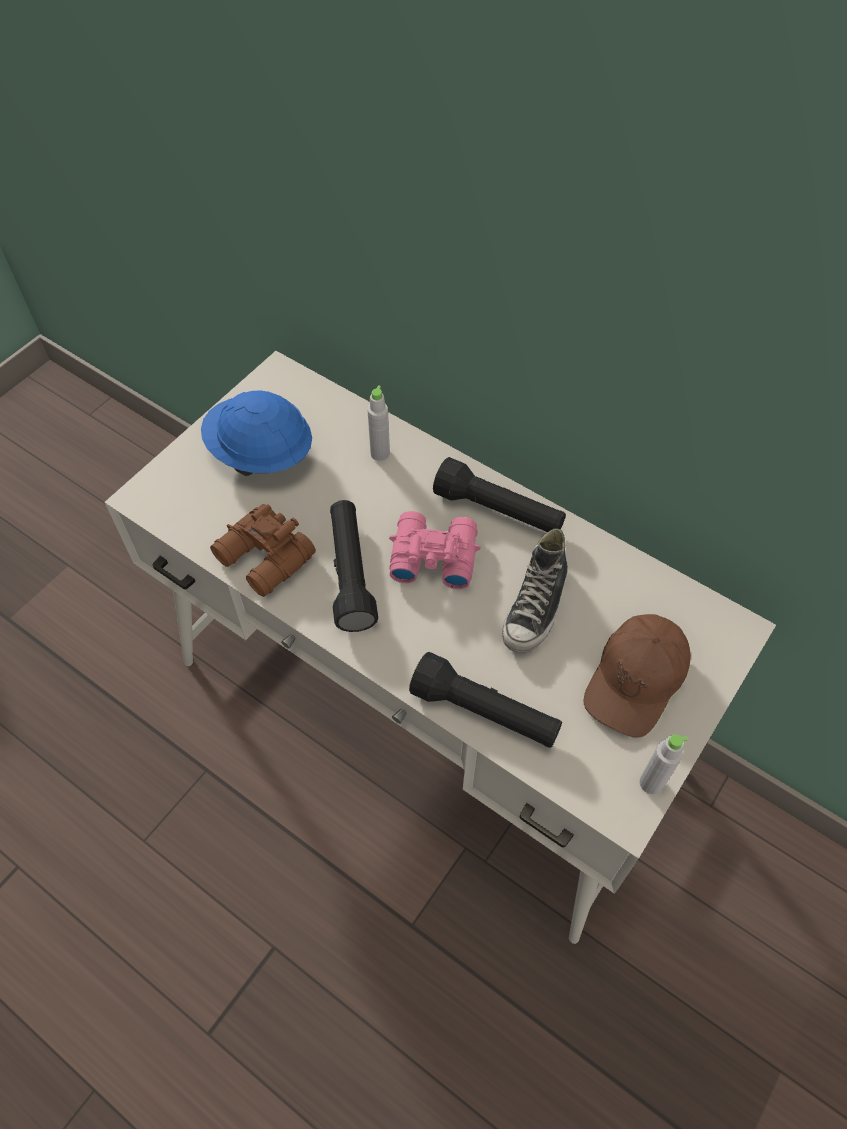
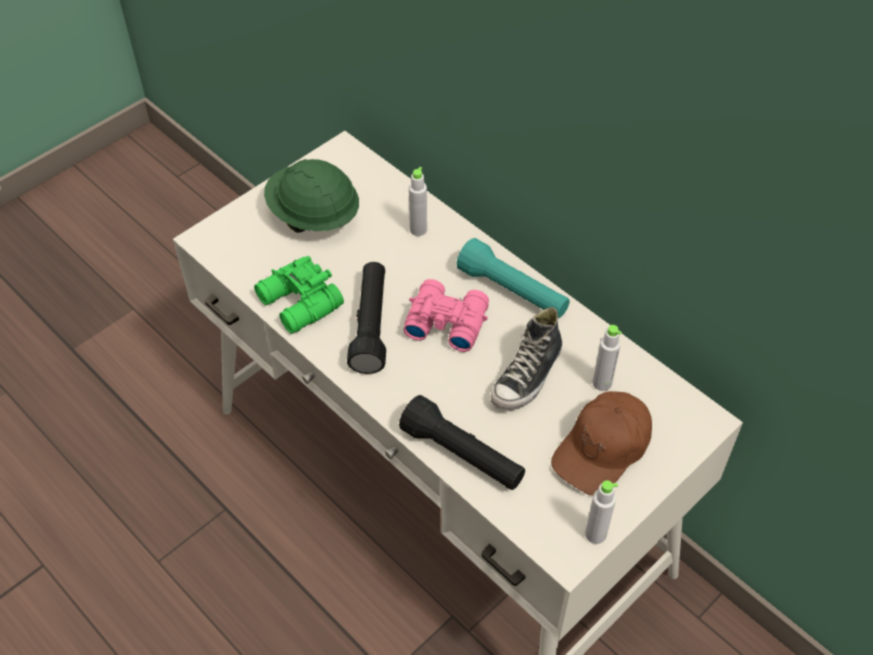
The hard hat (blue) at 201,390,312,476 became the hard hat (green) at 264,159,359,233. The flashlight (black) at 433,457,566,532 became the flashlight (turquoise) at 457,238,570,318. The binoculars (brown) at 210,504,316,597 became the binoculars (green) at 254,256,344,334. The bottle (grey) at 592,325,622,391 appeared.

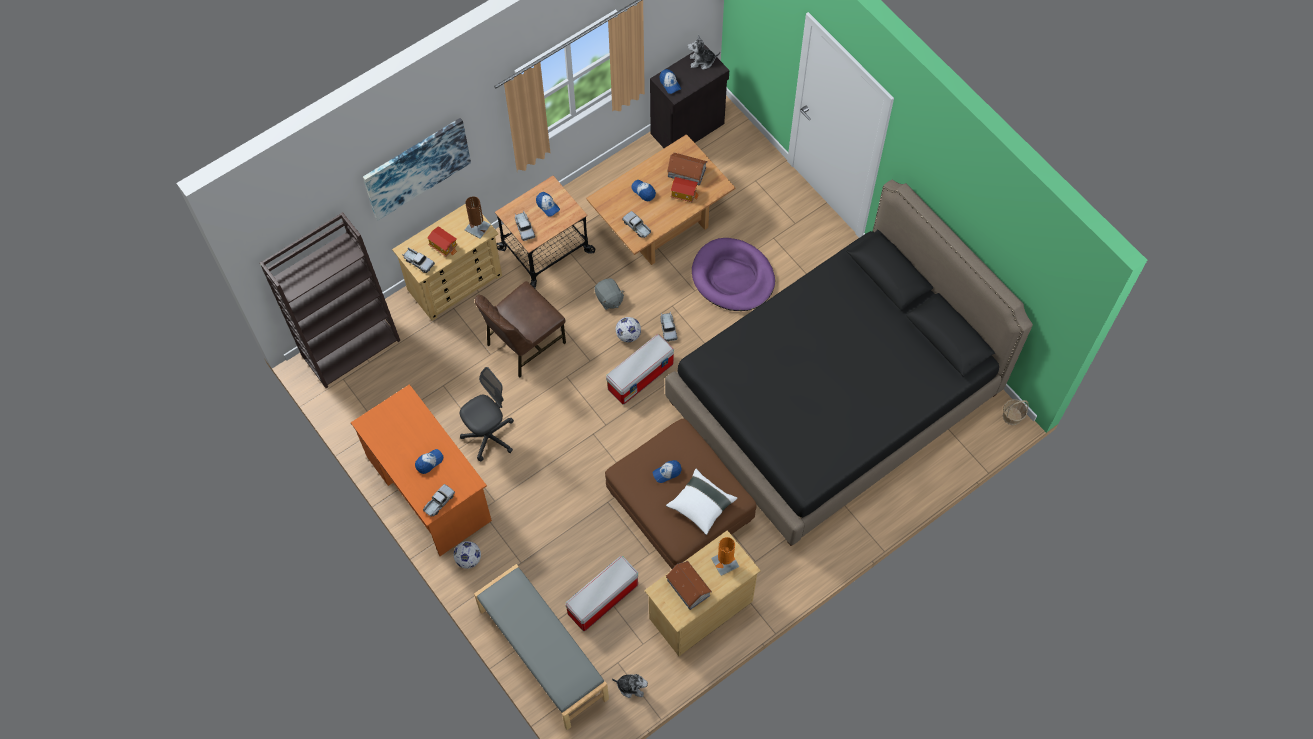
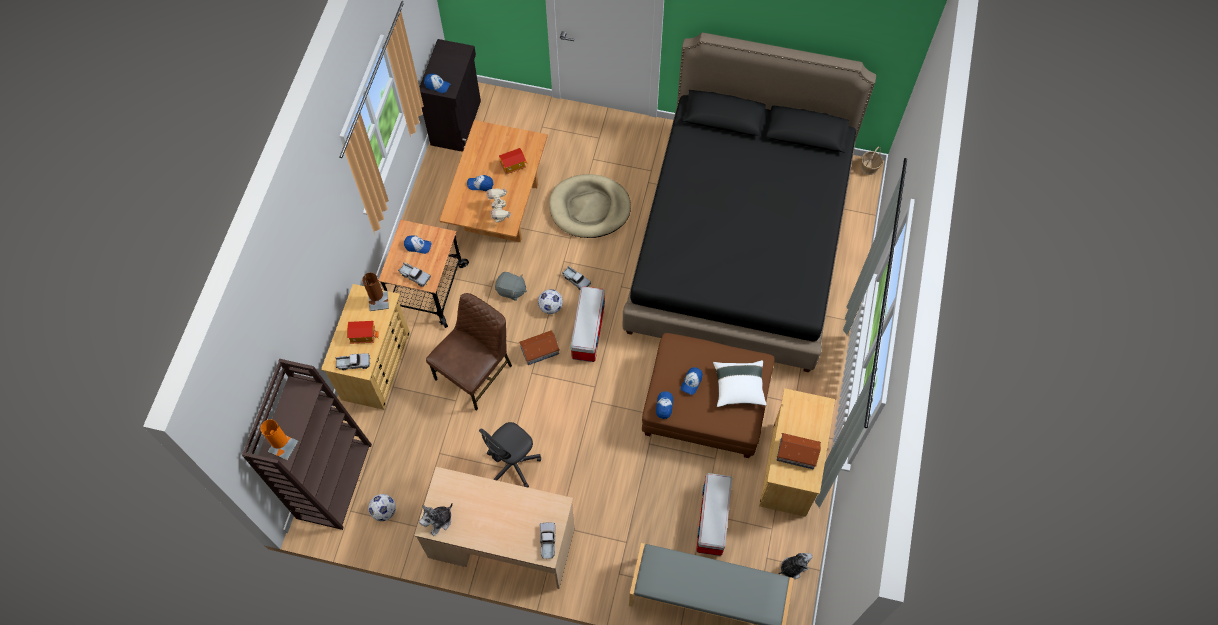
The plush toy moved from 688,34,720,70 to 419,503,453,536. The picture at 363,118,471,220 disappeared. The toy house moved from 667,153,708,186 to 519,330,560,365. The toy truck at 622,211,651,238 was replaced by the toy robot at 487,188,511,222. The dog bed (purple) at 692,238,775,311 became the dog bed (beige) at 549,174,631,238. The chair (brown) at 475,281,566,378 turned 150 degrees counterclockwise. The office chair (grey) at 460,367,514,462 turned 150 degrees counterclockwise. The desk (orange) at 351,384,492,556 became the desk (beige) at 414,467,574,589. The cap moved from 415,449,443,474 to 656,391,673,419. The table lamp (orange) moved from 711,537,739,576 to 260,419,298,460. The football moved from 454,541,481,569 to 369,494,396,521.

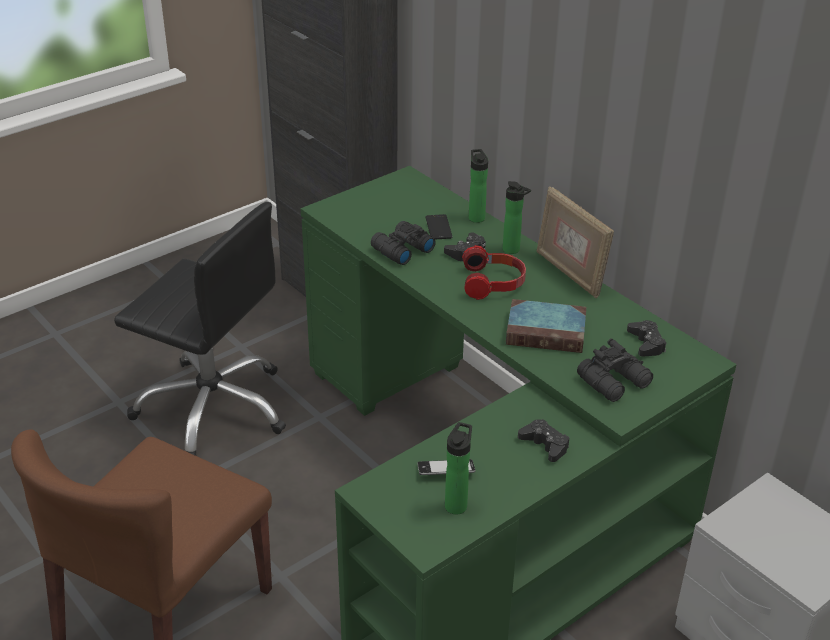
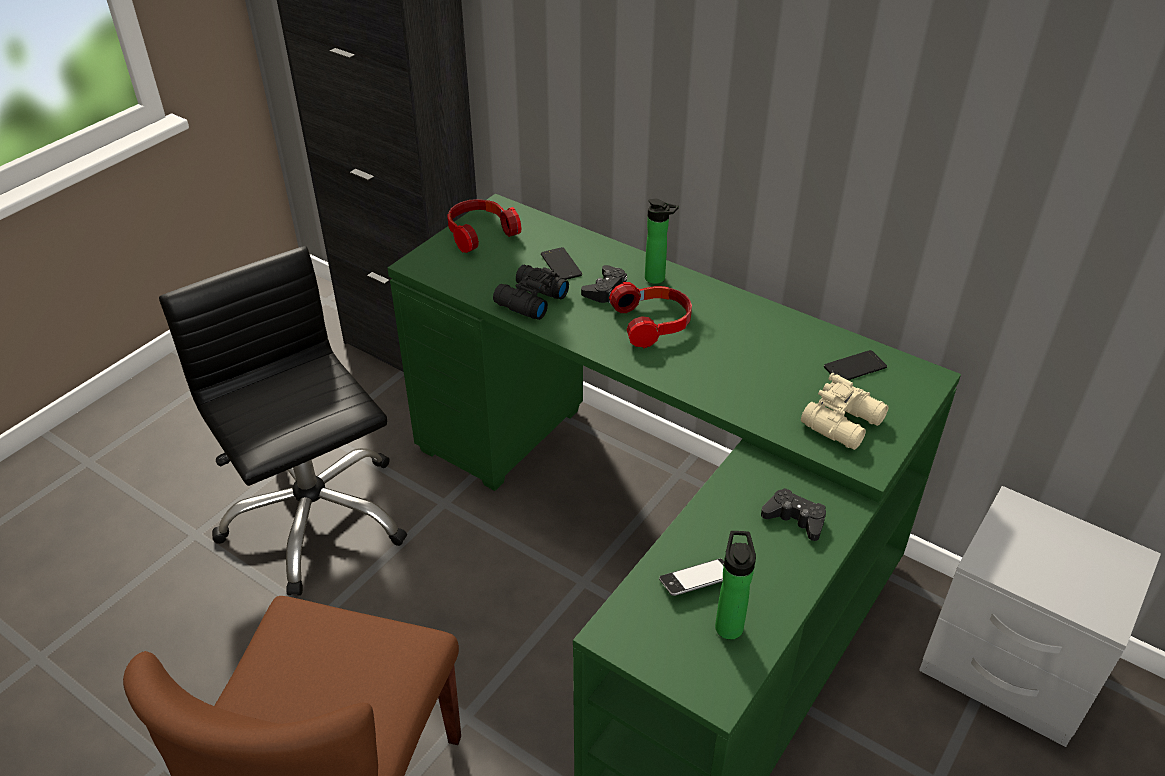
The bottle at 469,149,488,223 disappeared. The picture frame at 537,186,614,298 disappeared. The office chair (black) at 114,202,286,456 turned 135 degrees counterclockwise. The book at 506,299,586,353 disappeared. The game controller (black) at 627,320,666,357 was replaced by the phone at 824,350,887,380. The binoculars (black) at 577,338,653,402 became the binoculars (beige) at 801,373,889,450. The headphones at 447,199,522,253 appeared.

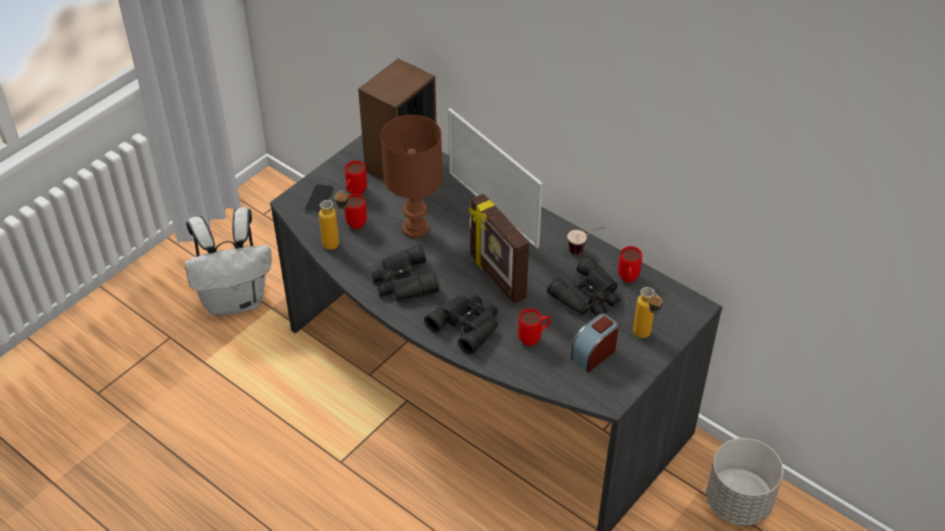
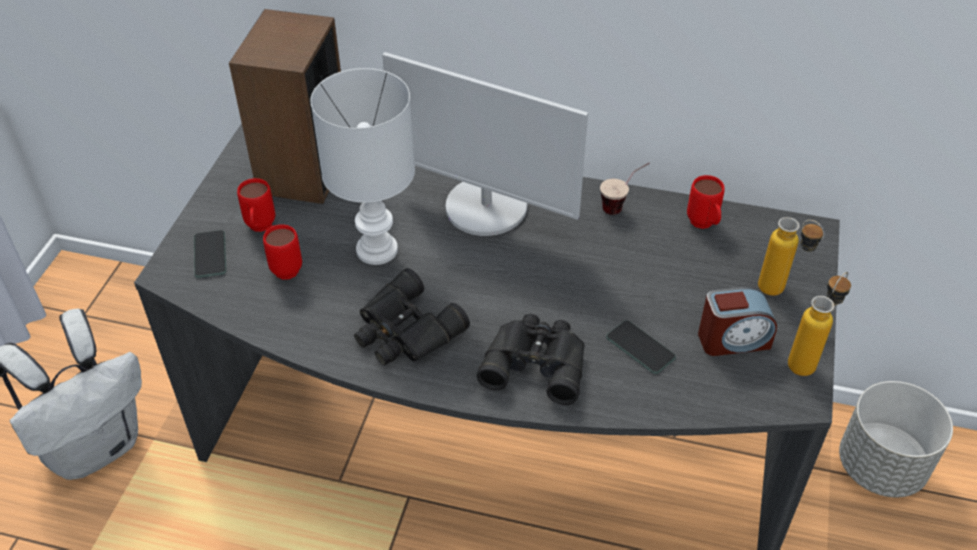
The table lamp (brown) at 381,115,442,238 became the table lamp (white) at 310,68,415,265. The bottle moved from 319,191,349,250 to 788,272,851,376. The picture frame at 469,194,529,304 disappeared. The binoculars (black) at 547,256,620,316 disappeared. The mug (red) at 518,309,550,346 was replaced by the phone at 606,320,676,374. The alarm clock at 571,313,619,373 turned 120 degrees counterclockwise.

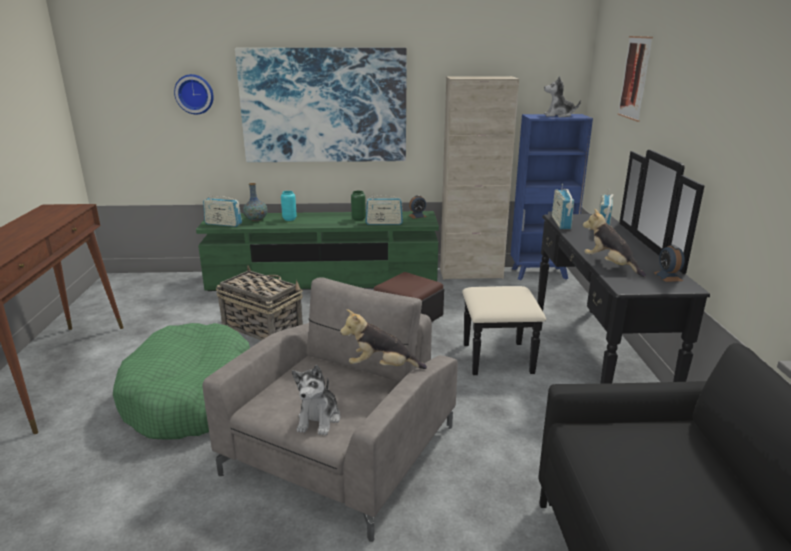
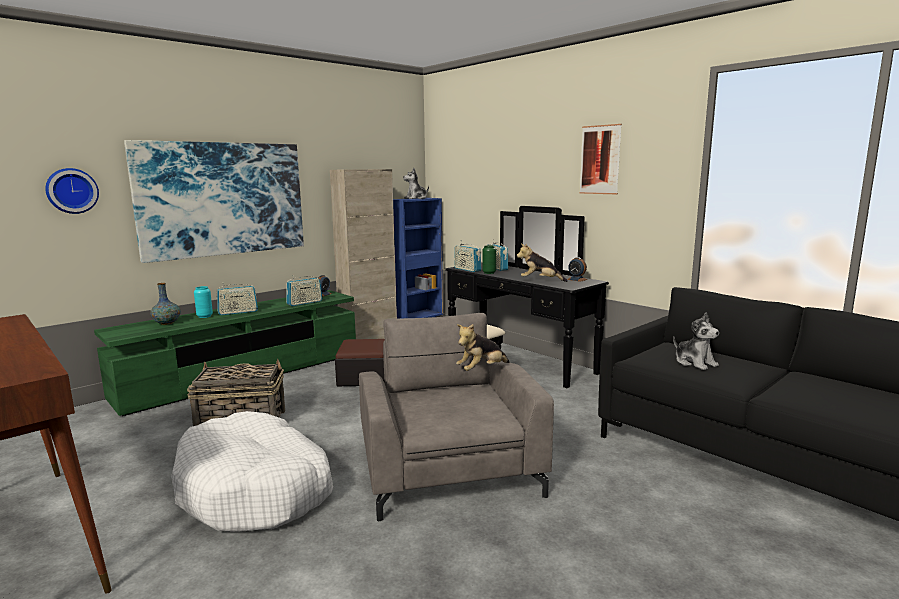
The picture moved from 618,36,653,122 to 580,124,622,194. The vase (green) moved from 351,191,366,221 to 482,245,496,274. The radio moved from 203,193,242,227 to 216,284,258,315. The dog bed (green) at 113,323,250,440 became the dog bed (white) at 171,411,333,532. The plush toy moved from 292,365,341,436 to 673,312,719,370.

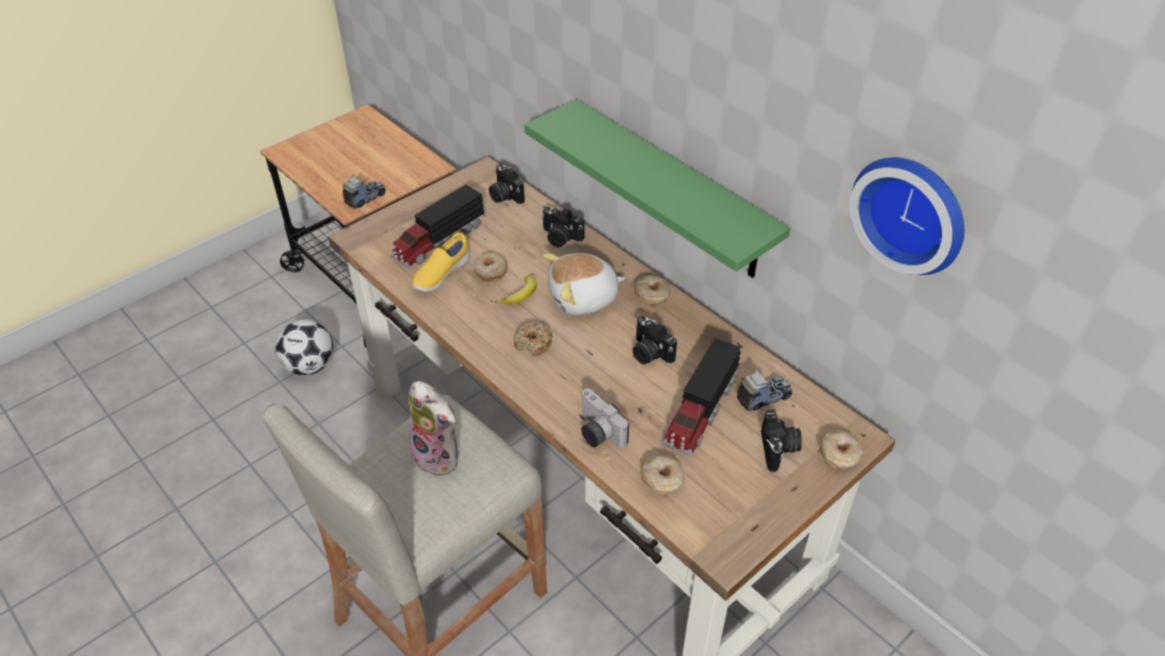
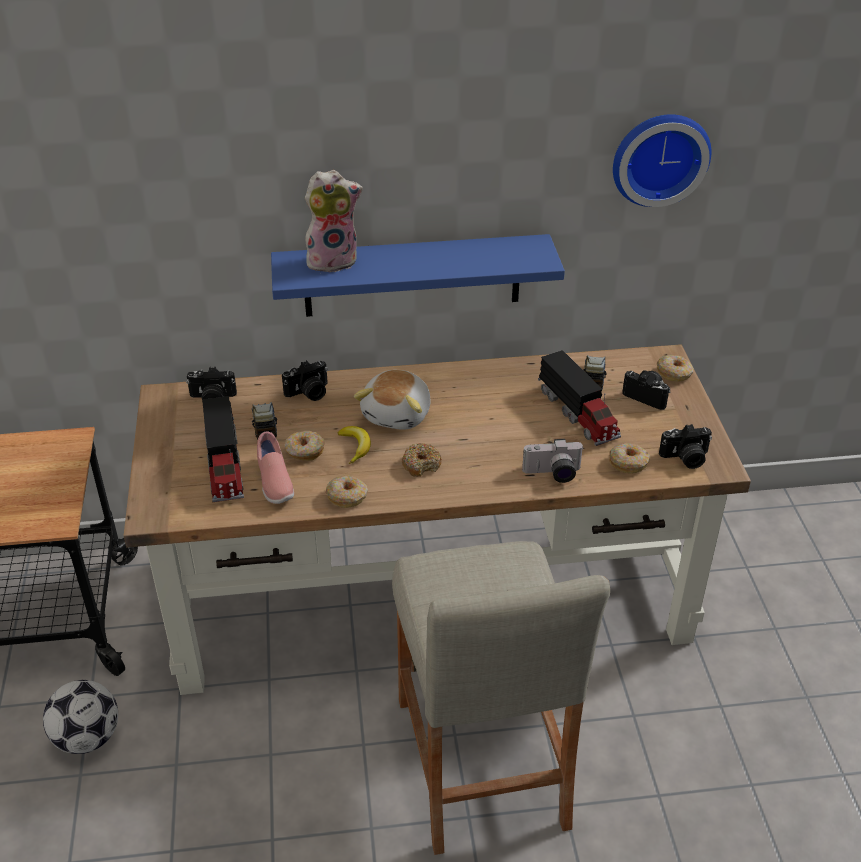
The shelf (green) at 524,99,790,278 became the shelf (blue) at 271,234,565,317. The toy truck moved from 343,175,386,209 to 252,402,277,439. The shoe (yellow) at 412,233,470,292 became the shoe (pink) at 257,431,294,504. The donut moved from 634,275,670,305 to 326,475,368,508. The photo camera moved from 633,316,677,364 to 659,424,712,469. The plush toy moved from 409,381,458,477 to 305,170,363,272.

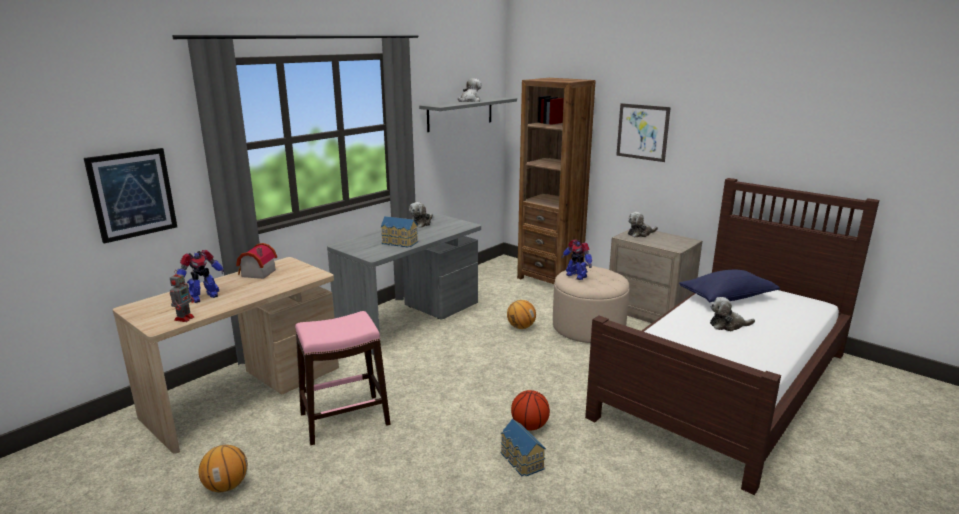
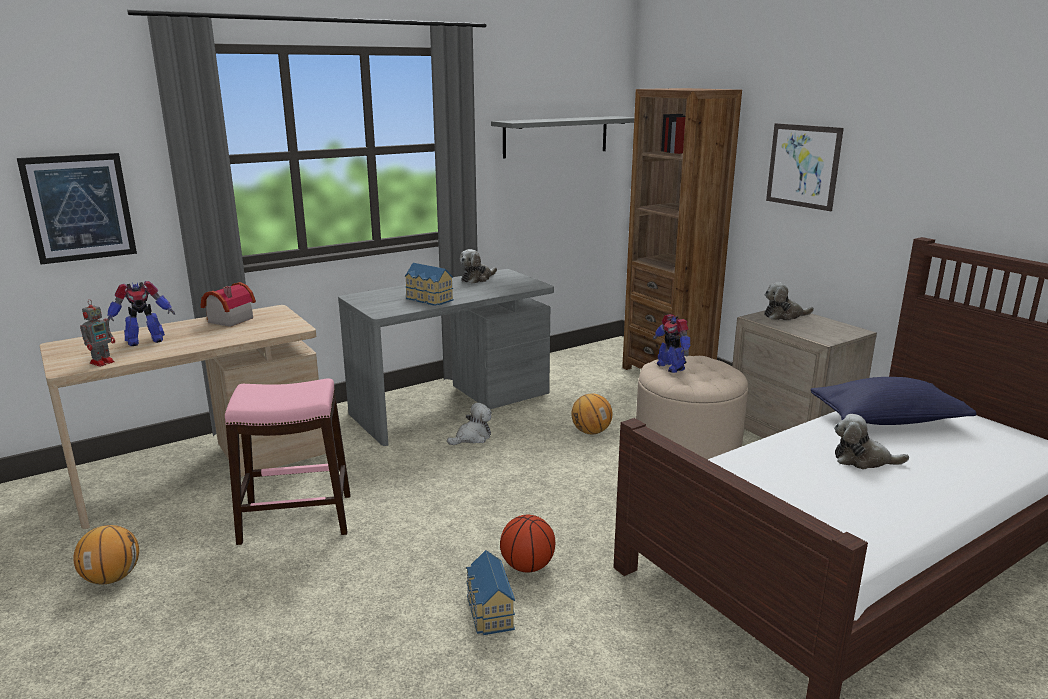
The plush toy moved from 458,78,482,102 to 447,403,492,445.

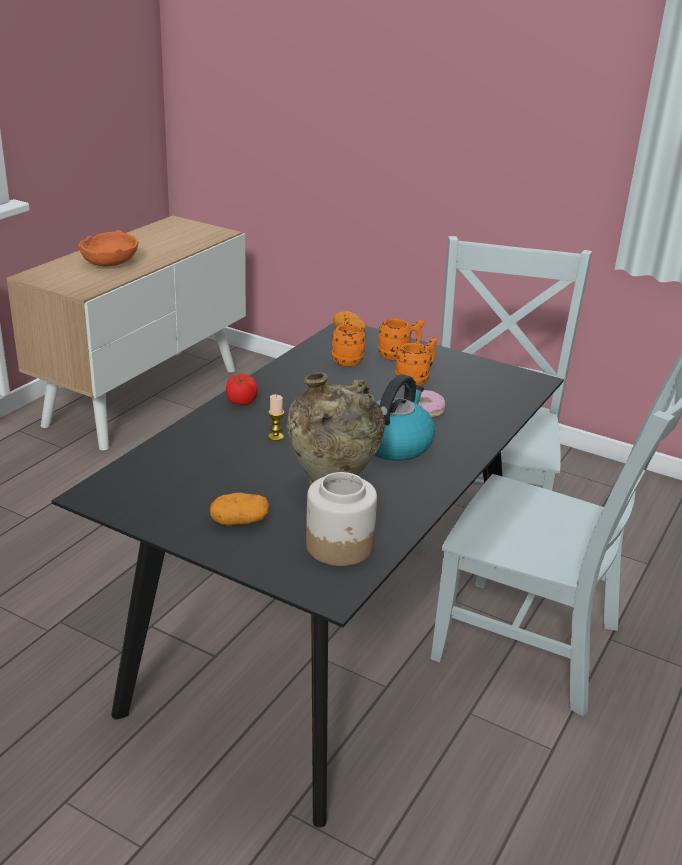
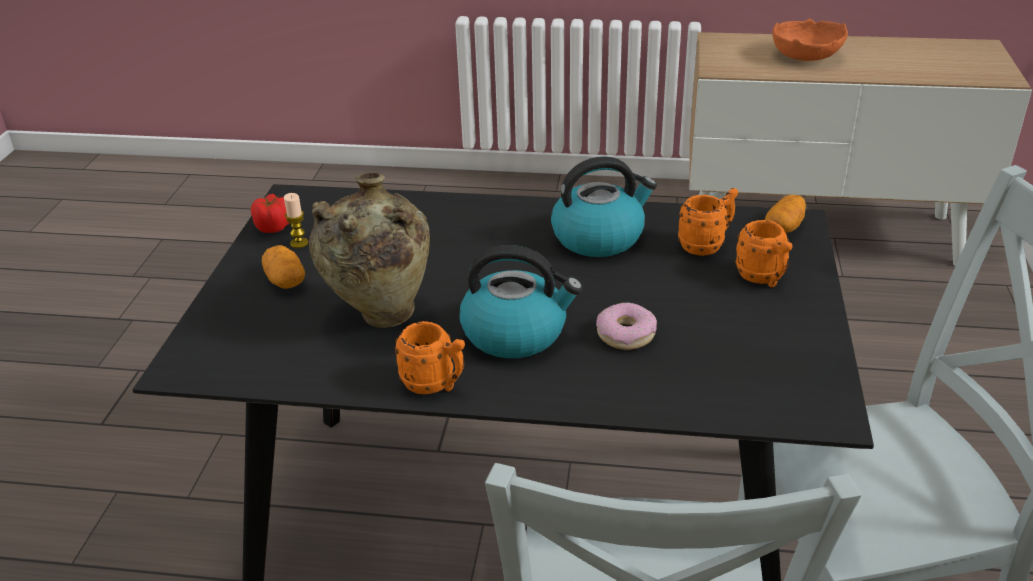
The mug (orange) moved from 395,338,437,386 to 395,321,465,394. The tomato moved from 226,374,258,405 to 251,194,289,233. The candle moved from 268,394,284,441 to 284,193,309,248. The jar at 306,472,377,566 disappeared. The kettle at 551,156,657,257 appeared.

